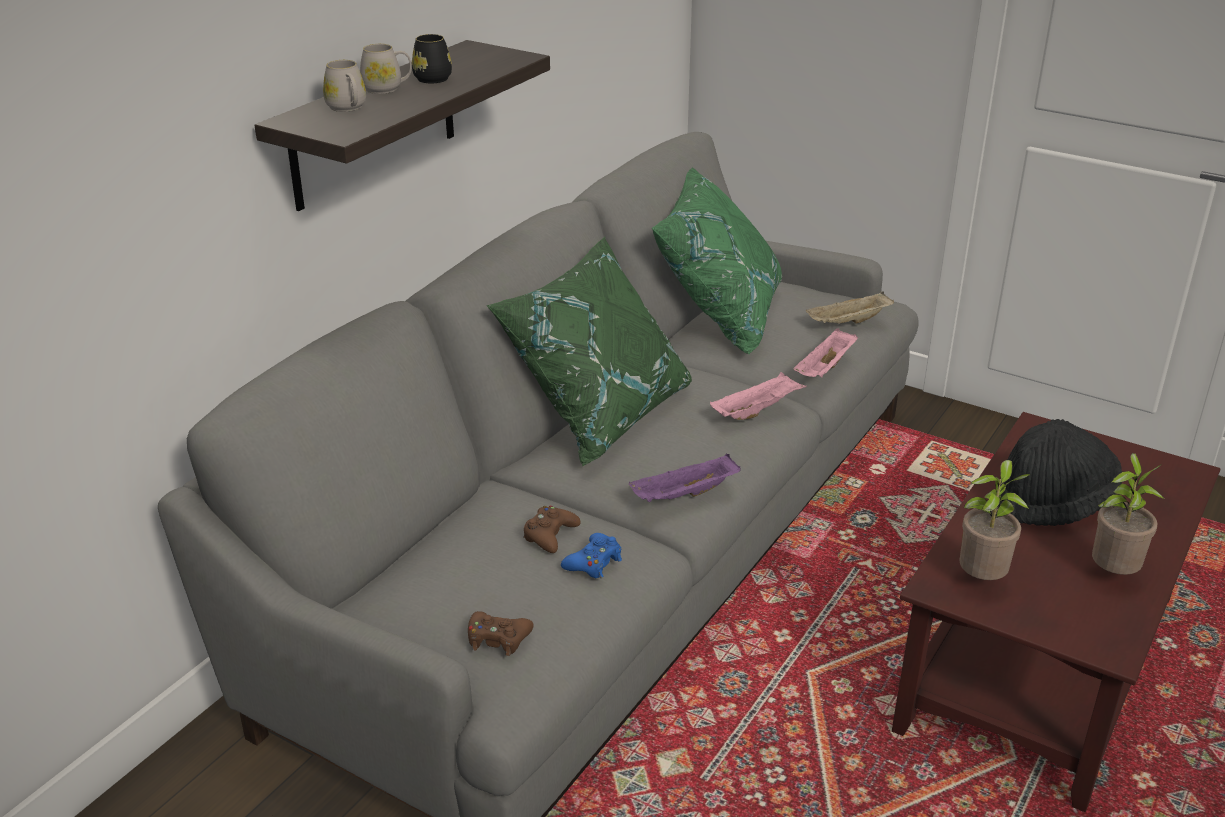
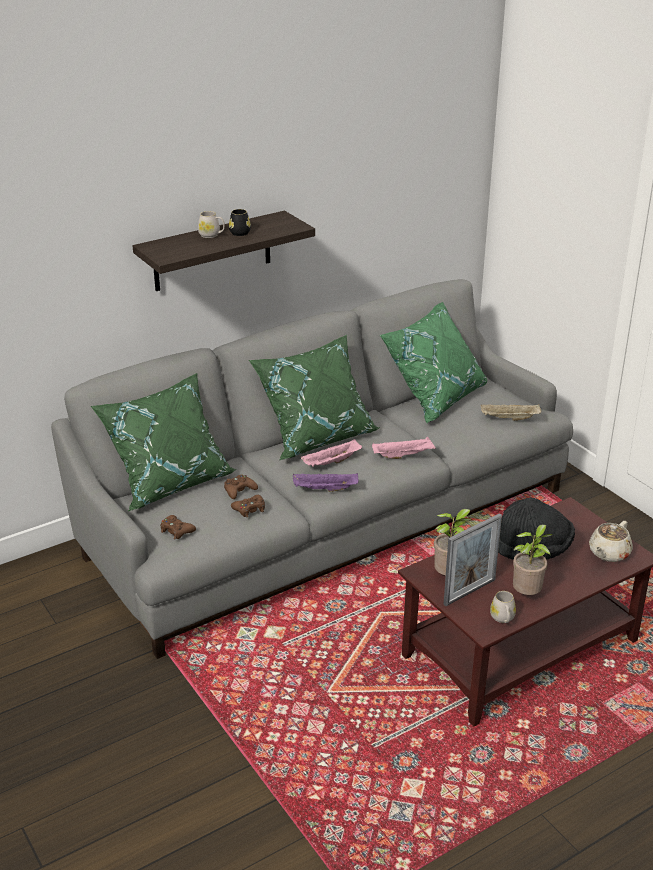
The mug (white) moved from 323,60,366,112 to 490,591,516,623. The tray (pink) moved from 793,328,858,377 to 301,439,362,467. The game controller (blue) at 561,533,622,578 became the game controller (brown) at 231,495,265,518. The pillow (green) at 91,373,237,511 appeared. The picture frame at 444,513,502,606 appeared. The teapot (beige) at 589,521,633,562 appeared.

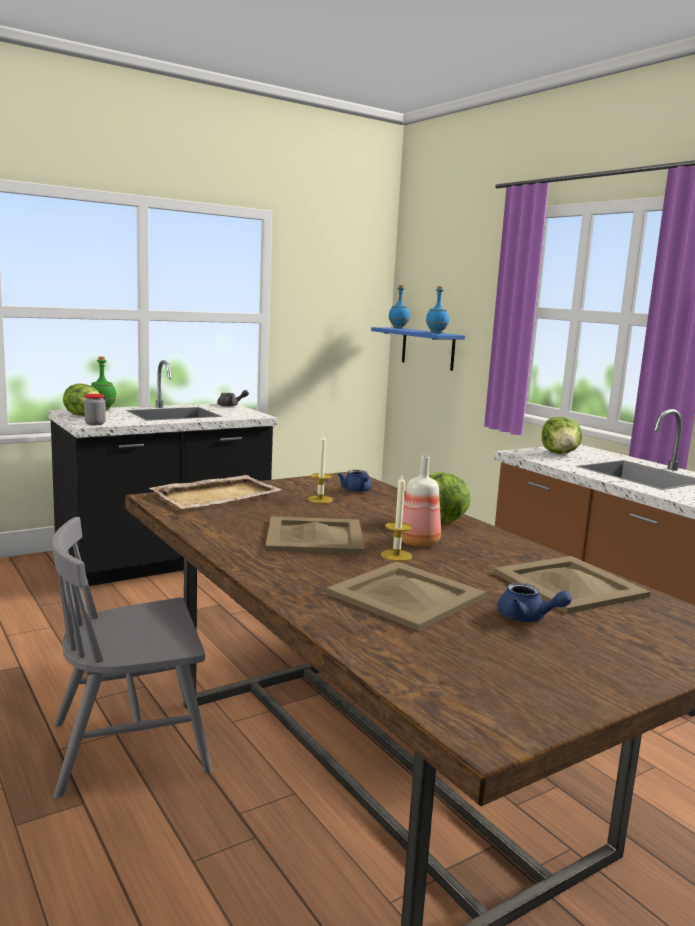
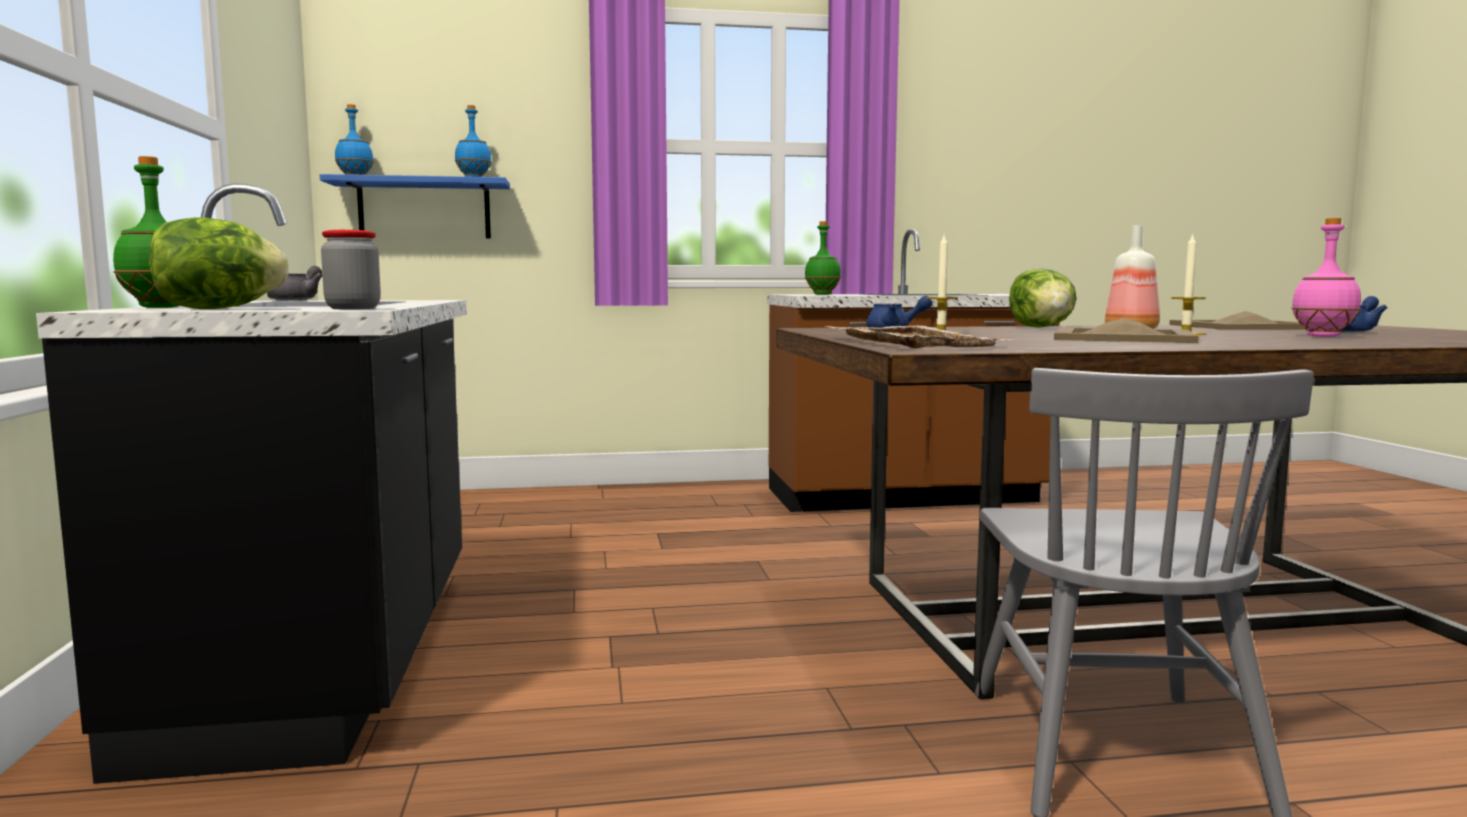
The lettuce at 542,417,582,454 was replaced by the bottle (green) at 805,221,841,295. The tray (beige) at 326,561,486,631 was replaced by the bottle (pink) at 1291,218,1361,337.

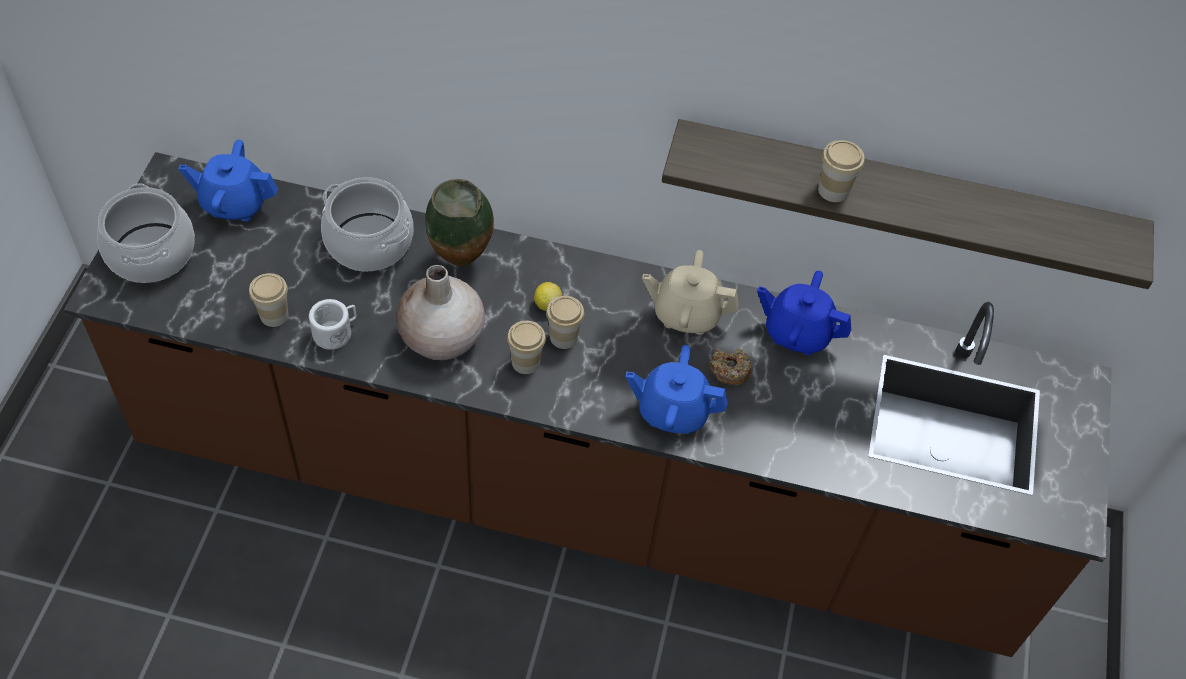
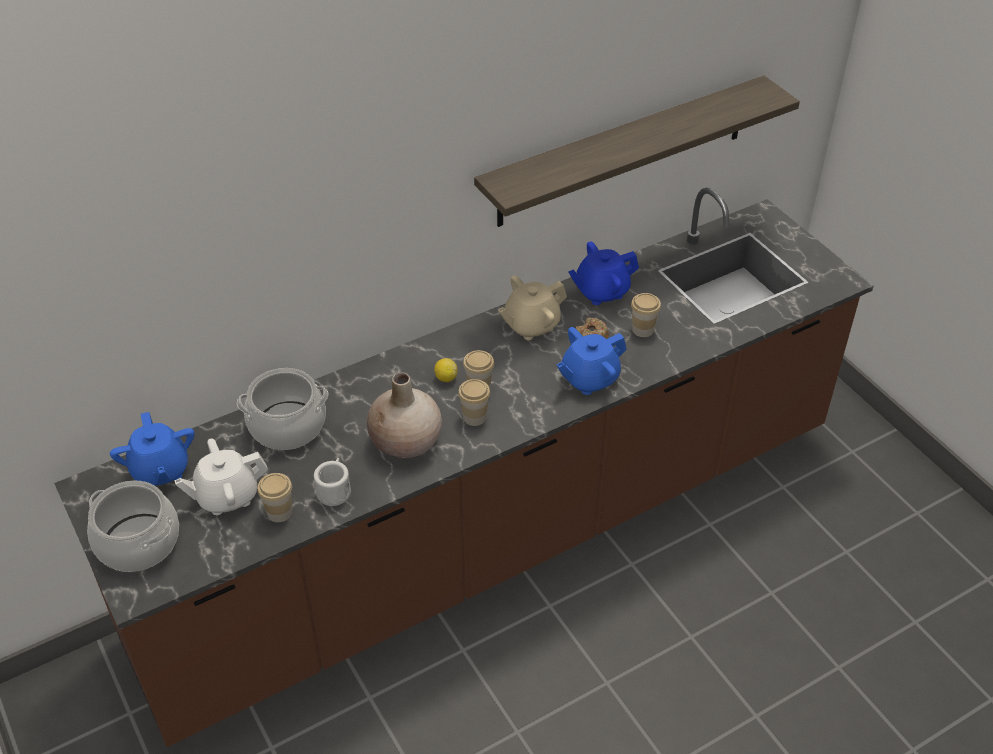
The teapot (blue) at 179,140,278,221 turned 75 degrees counterclockwise. The cup moved from 818,140,865,202 to 631,293,661,337. The vase at 425,179,494,266 disappeared. The teapot (white) at 174,438,268,515 appeared.

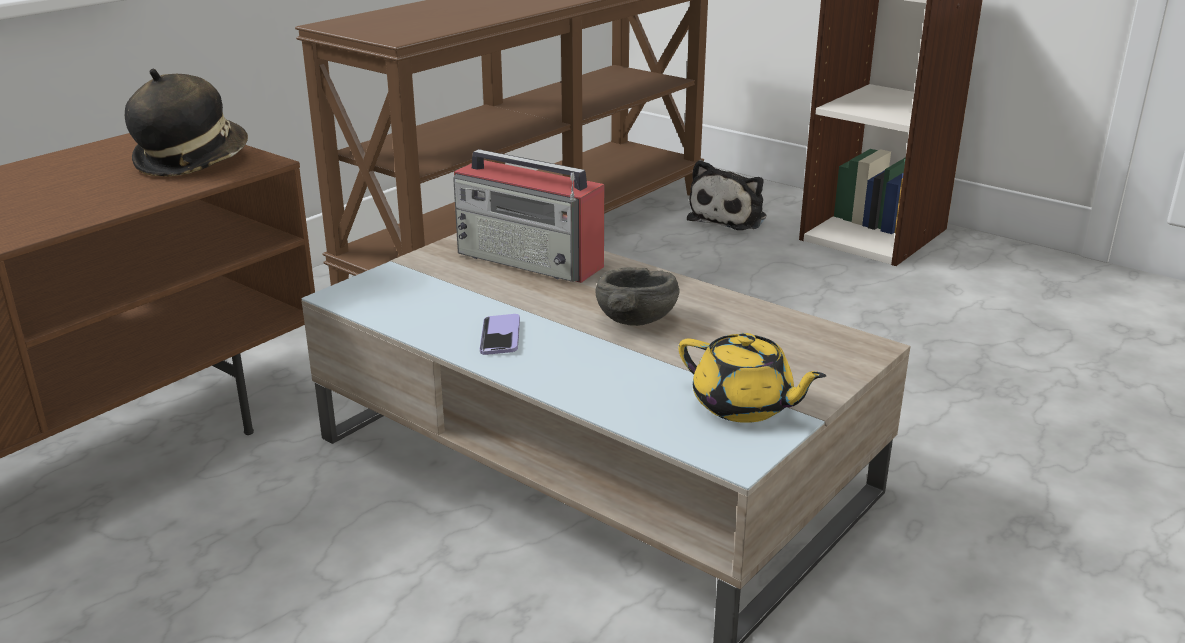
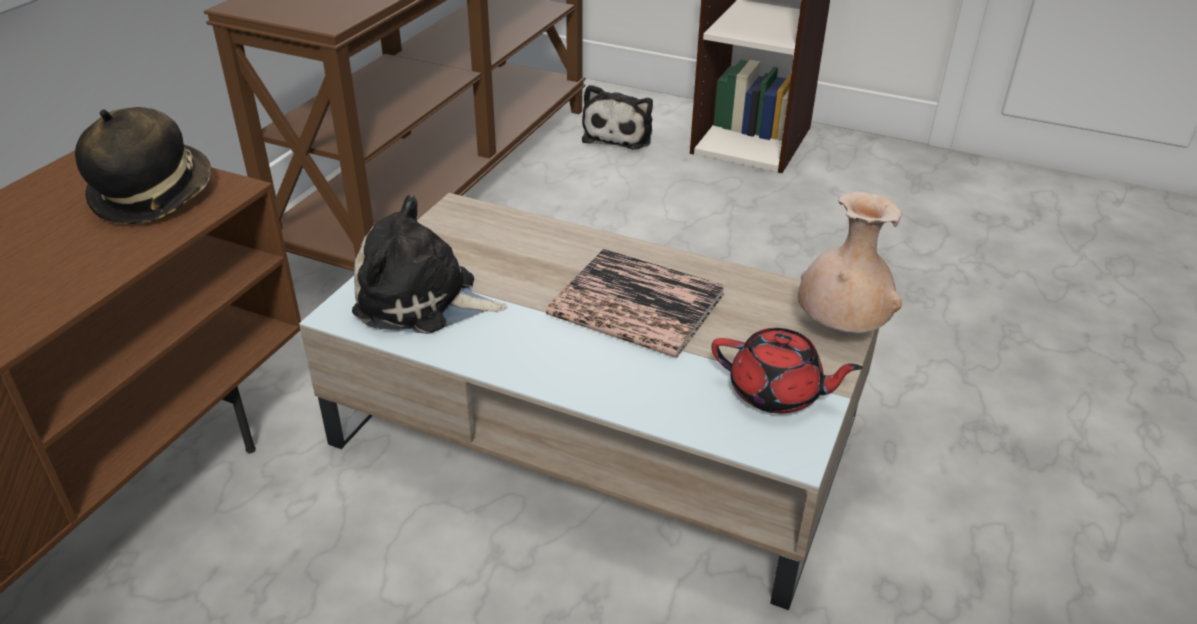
The radio at 453,149,604,283 disappeared. The bowl (grey) at 596,267,680,326 was replaced by the book at 546,249,726,358. The phone at 480,314,520,355 disappeared. The teapot (yellow) at 678,333,826,423 became the teapot (red) at 711,328,863,414. The vase (beige) at 798,192,902,335 appeared. The plush toy at 352,195,507,334 appeared.

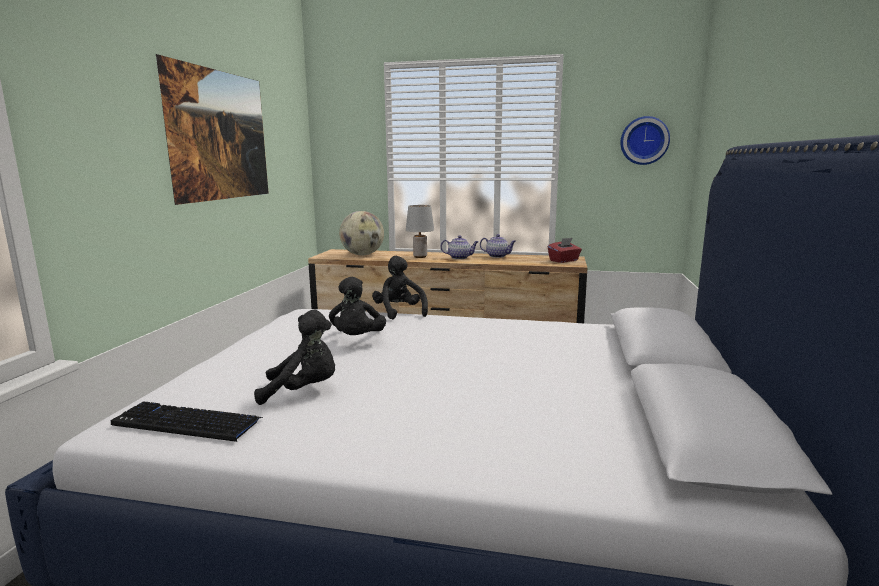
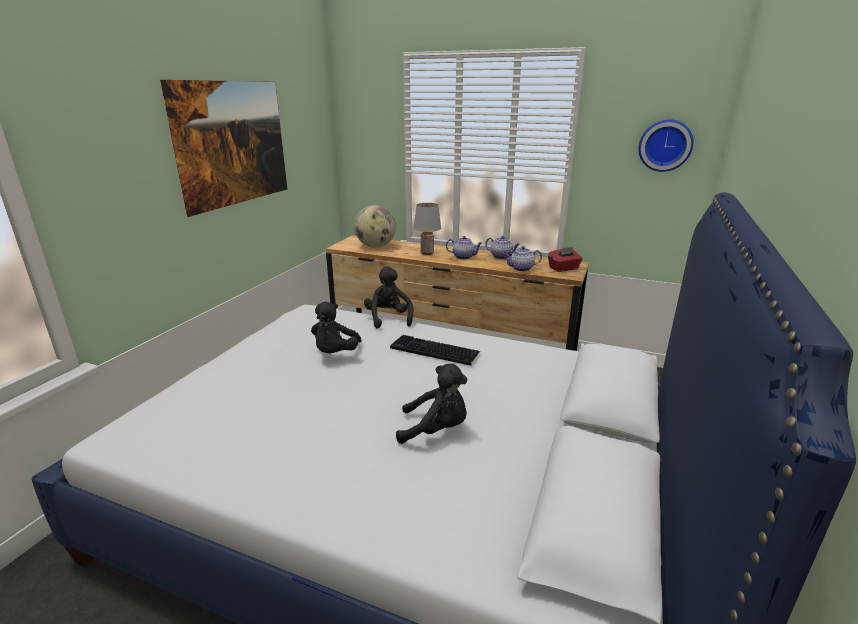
The plush toy (black) moved from 254,310,335,405 to 396,364,467,444. The keyboard moved from 111,401,263,442 to 390,335,481,366. The teapot at 504,246,542,272 appeared.

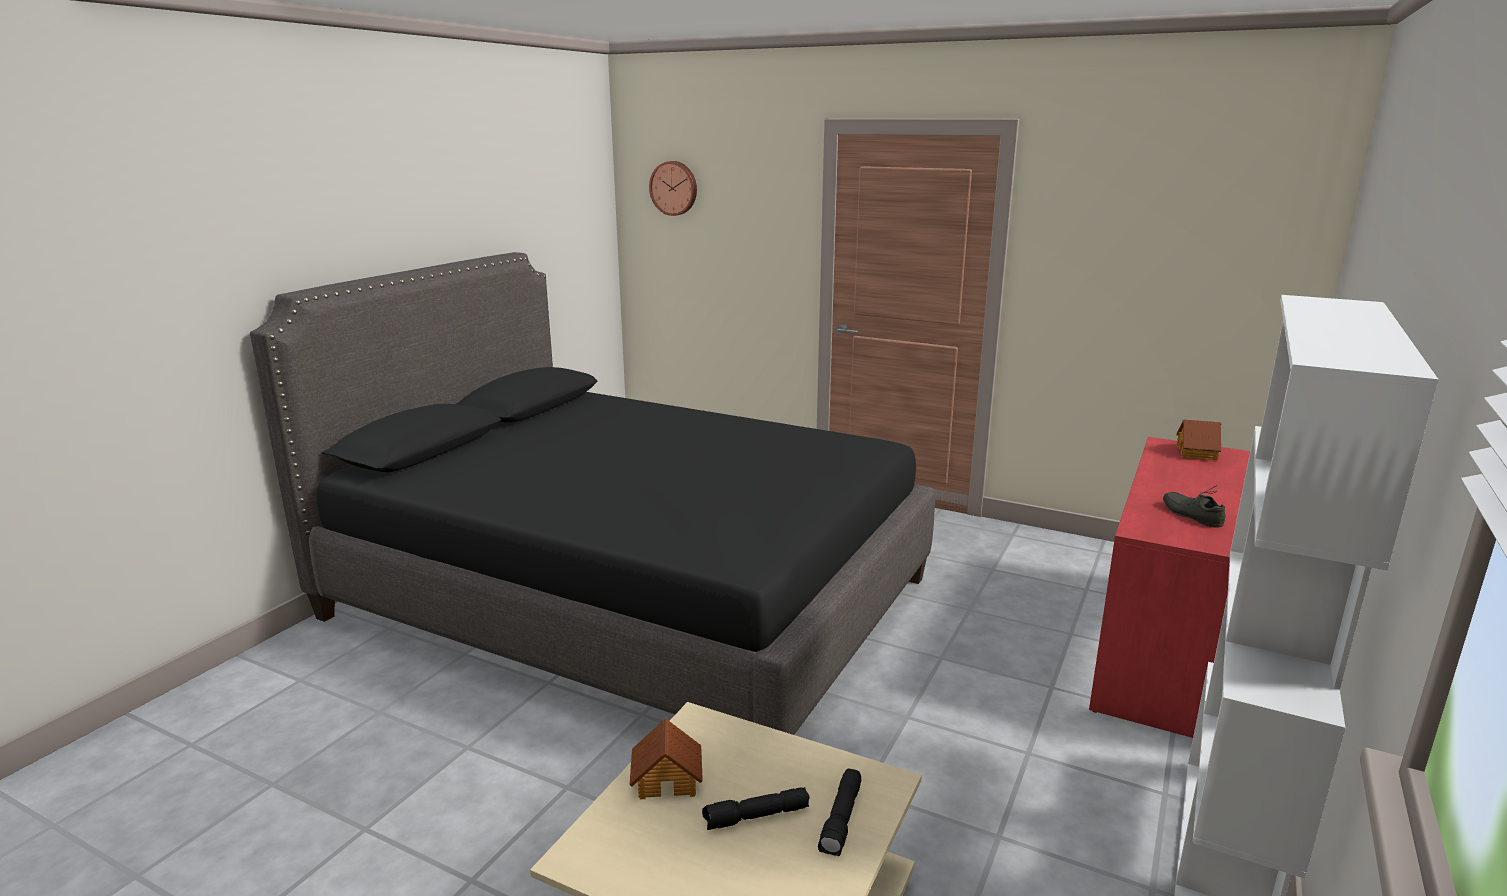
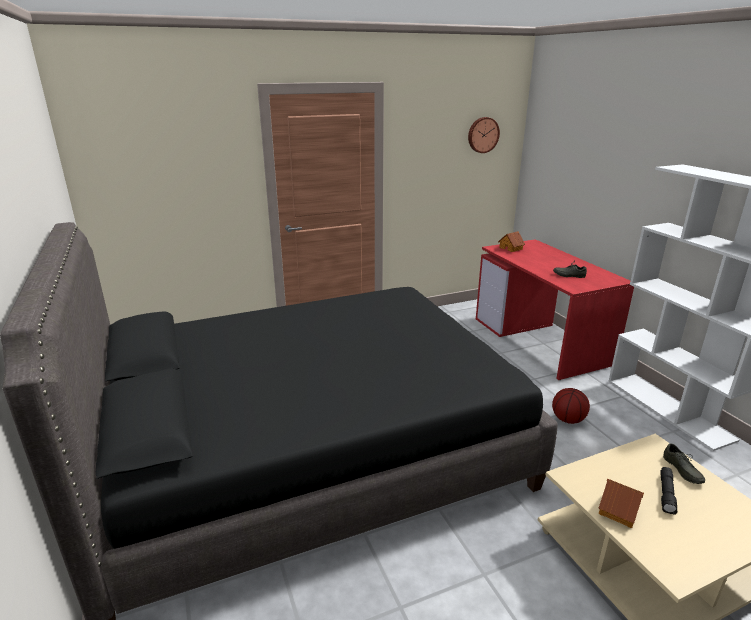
The wall clock moved from 649,161,697,216 to 468,117,500,153. The flashlight (black) at 818,769,861,856 was replaced by the shoe (grey) at 663,443,705,484. The basketball at 552,388,590,424 appeared.

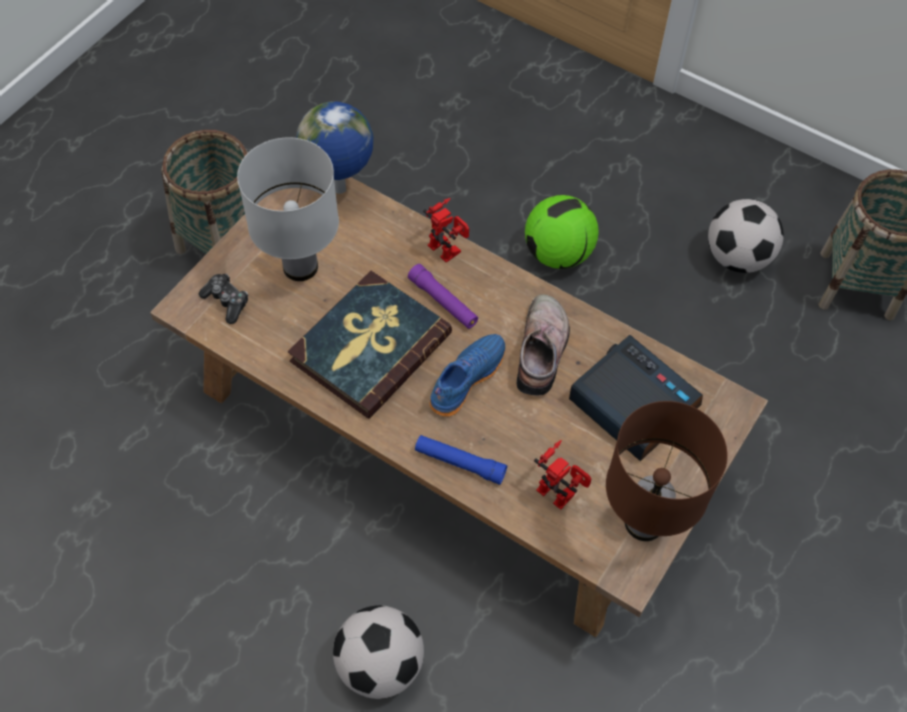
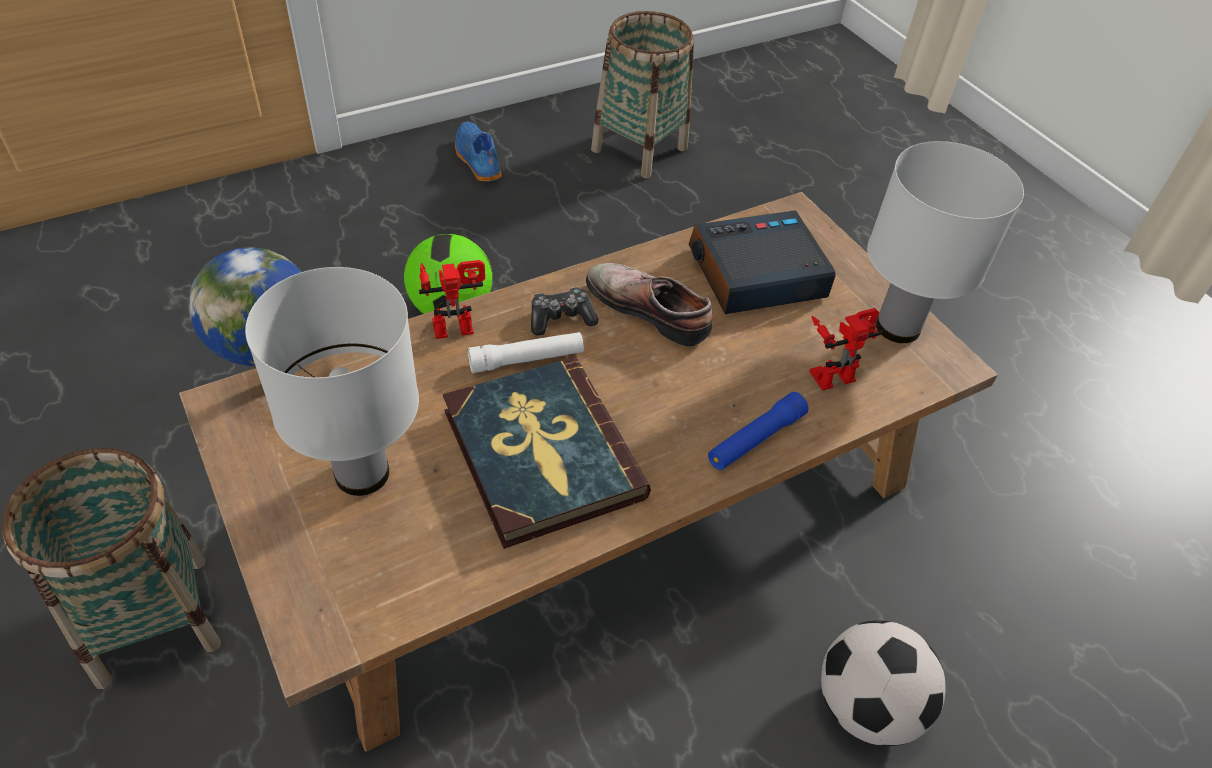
The football at 708,199,784,273 disappeared. The flashlight (purple) at 408,264,478,329 became the flashlight (white) at 468,332,584,373. The game controller moved from 199,274,248,324 to 531,287,598,335. The shoe (blue) moved from 429,334,505,417 to 455,122,502,181. The table lamp (brown) at 606,401,728,541 became the table lamp (white) at 867,141,1024,343.

